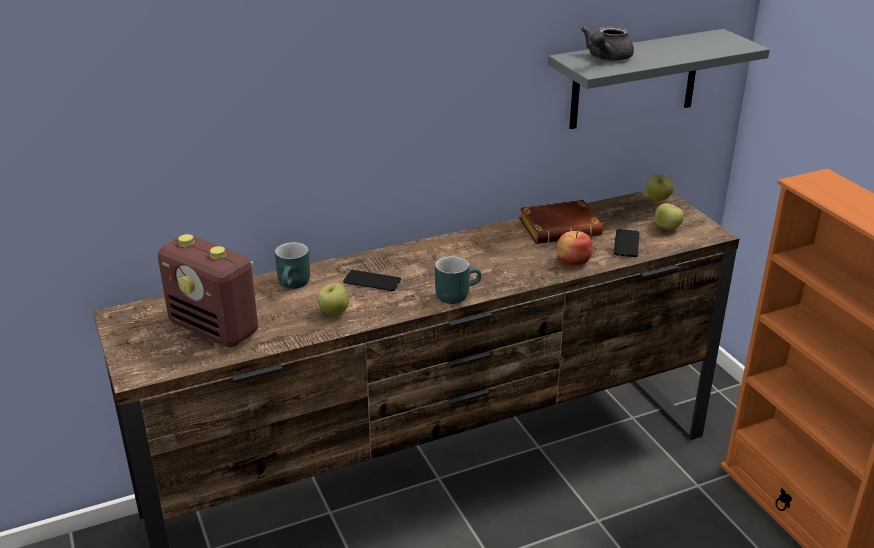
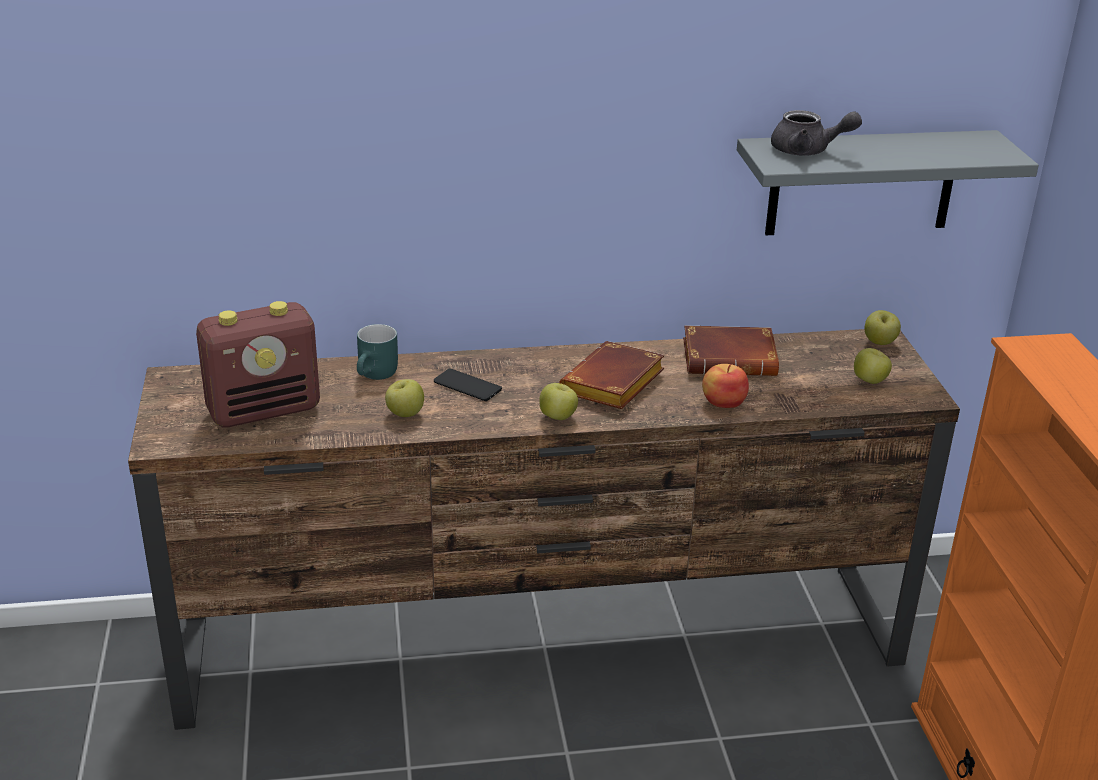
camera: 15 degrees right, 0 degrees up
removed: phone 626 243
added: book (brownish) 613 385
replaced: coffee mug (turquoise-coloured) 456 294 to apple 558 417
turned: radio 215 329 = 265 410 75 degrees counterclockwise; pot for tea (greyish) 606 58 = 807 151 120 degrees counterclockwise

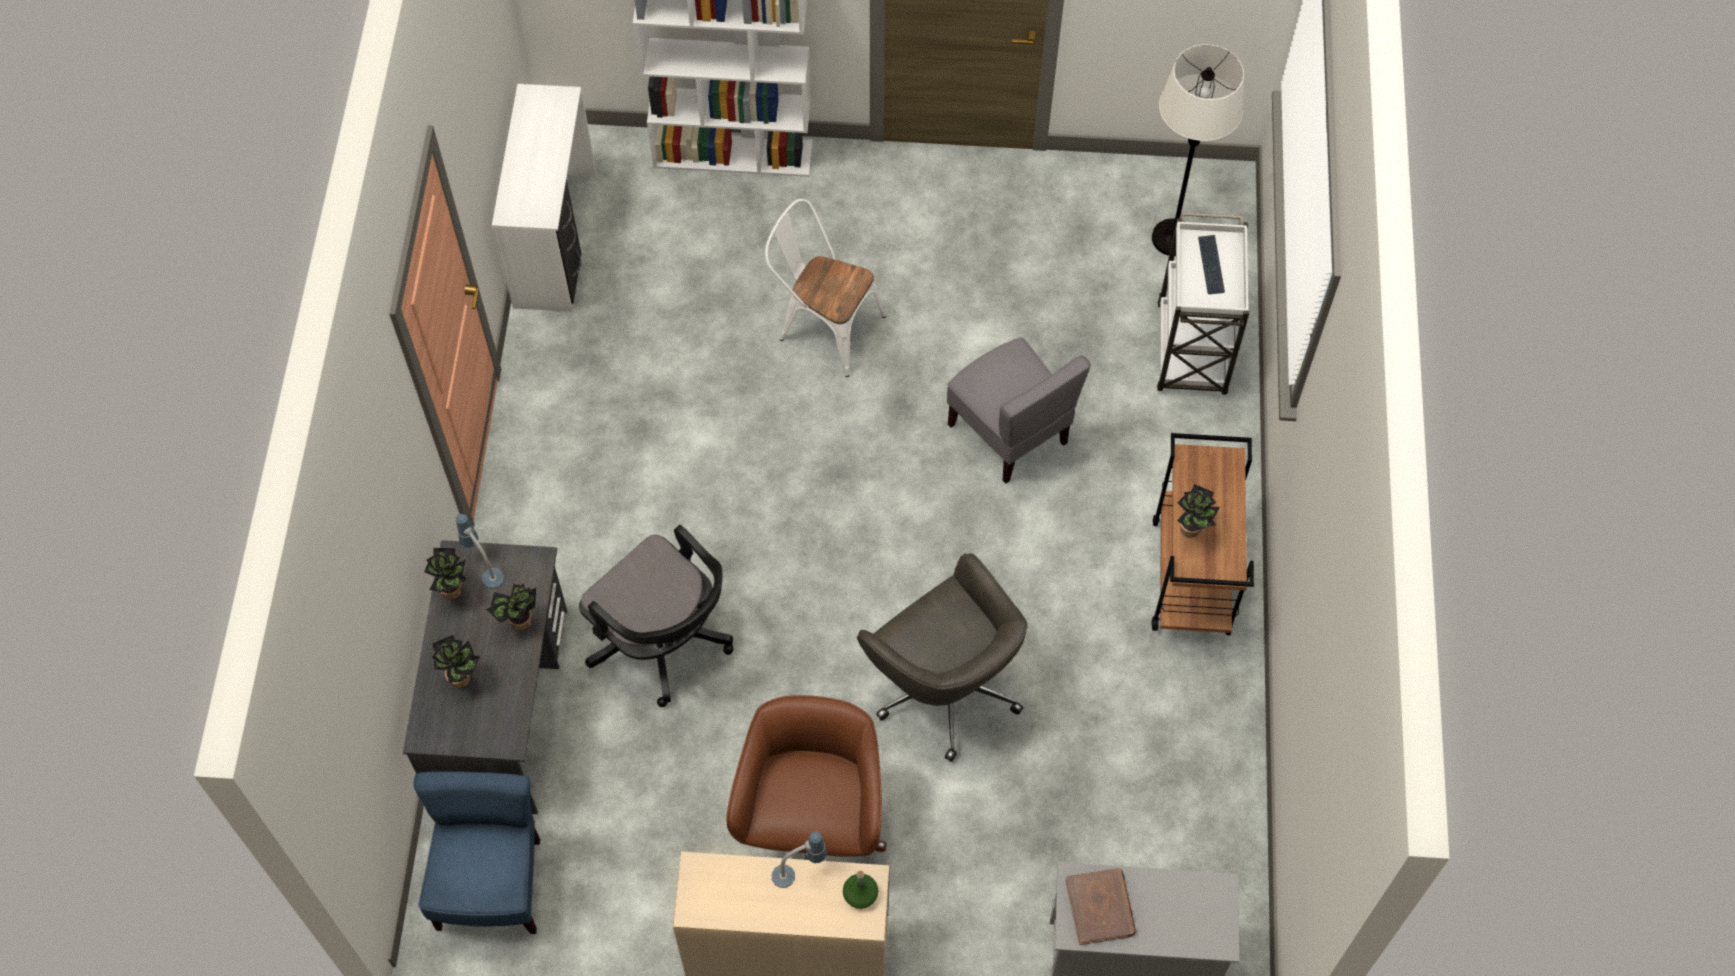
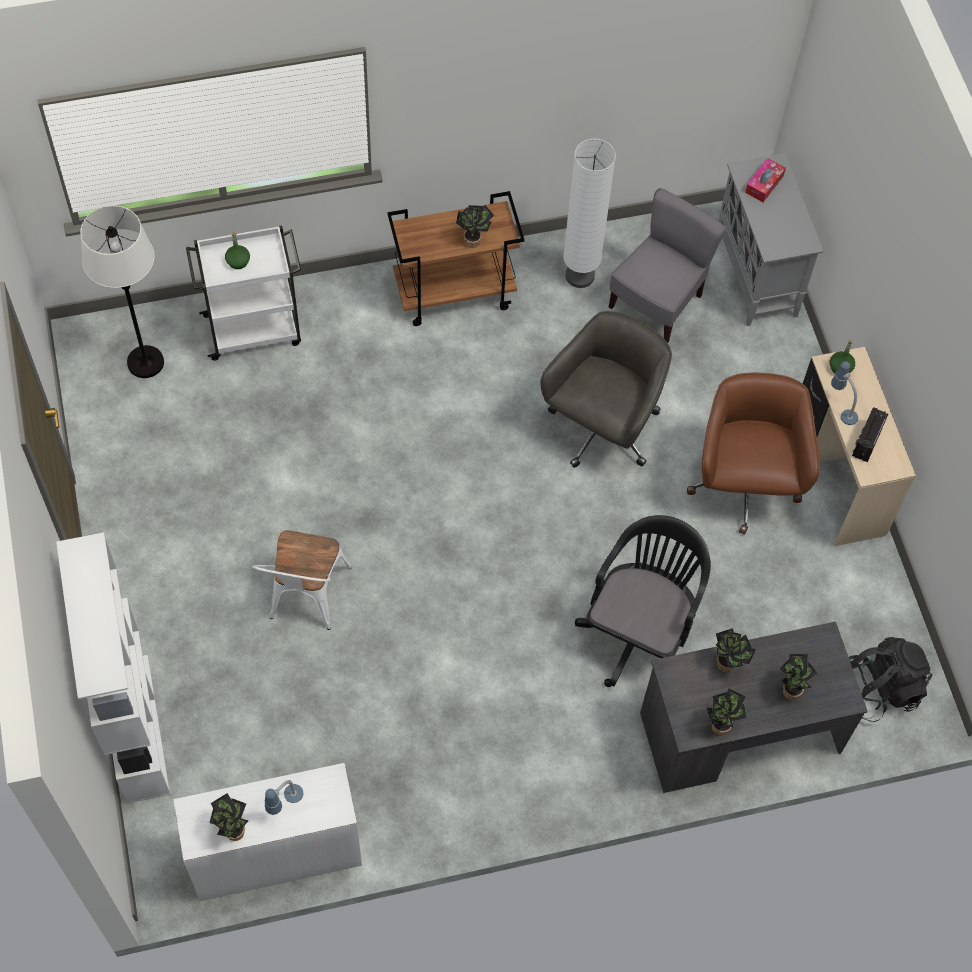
camera: 110 degrees left, 0 degrees up
removed: book (brownish) 1100 907
added: potted plant 233 830; floor lamp (white) 579 276; tissue holder 764 184; radio 866 442
moved: tabletop lamp 484 567 to 285 804; chair (greyish) 1009 433 to 657 303
replaced: computer keyboard 1211 265 to beverage bottle (greenish) 238 261; chair (blue) 492 884 to backpack (black) 879 688
turned: desk chair (brownish) 812 826 = 743 486 105 degrees clockwise

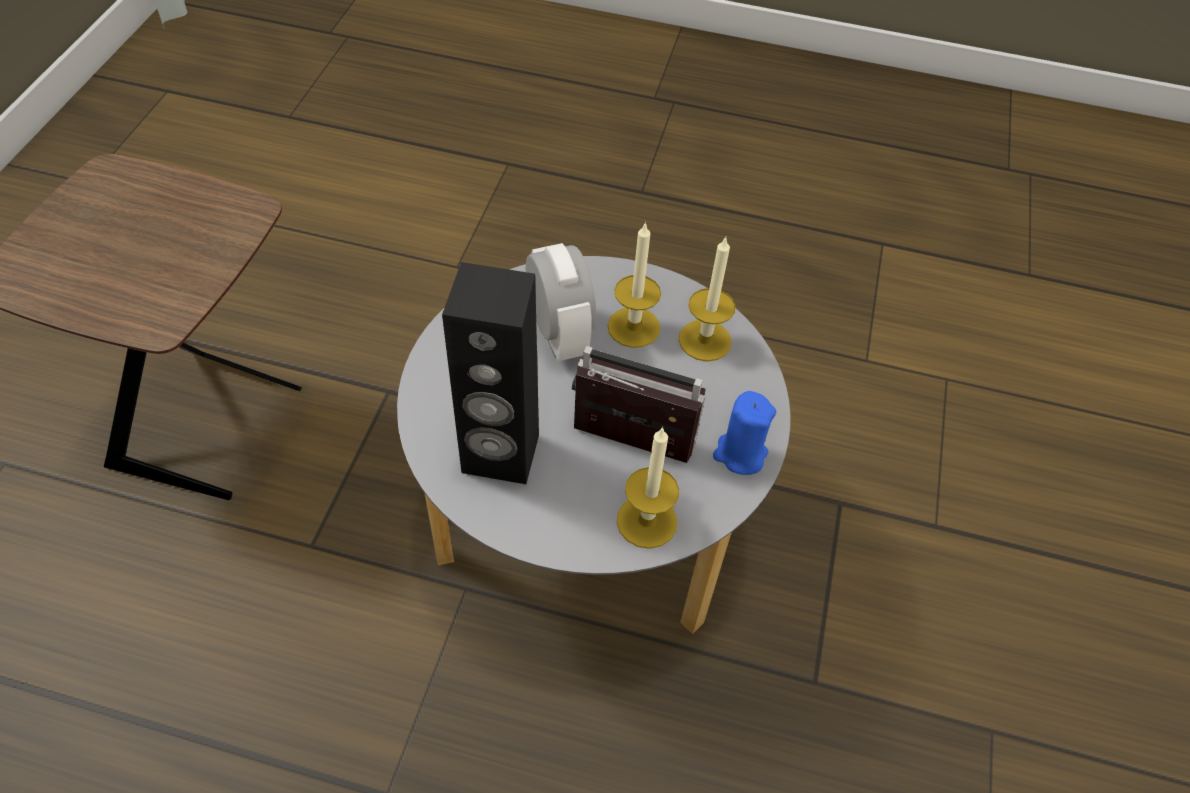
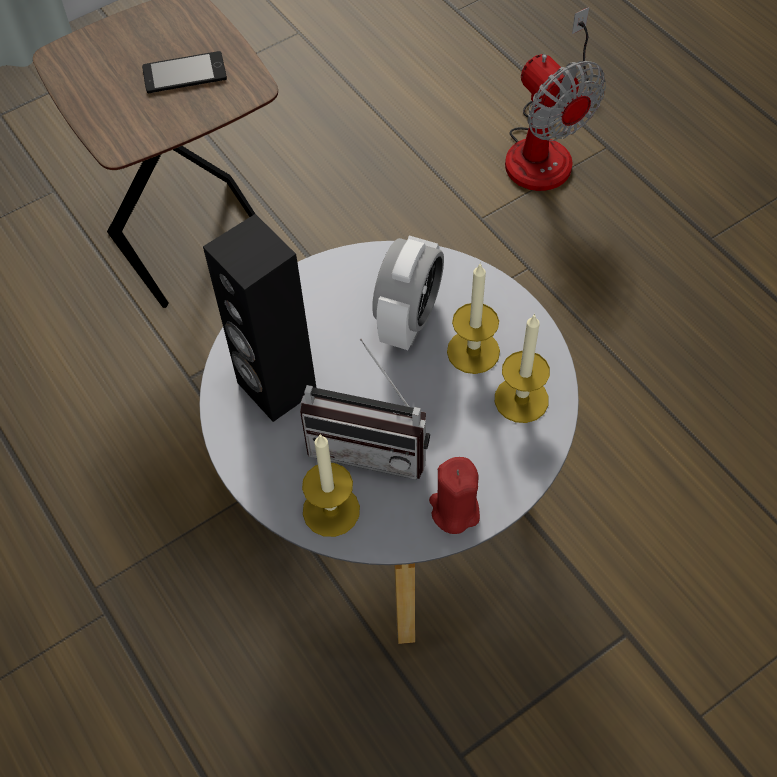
camera: 45 degrees right, 5 degrees up
added: phone 184 73; cooling fan 545 147
recoloured: wax light (blue) 740 454 to wax light (red-coloured) 454 510
turned: radio 627 448 = 371 445 135 degrees clockwise

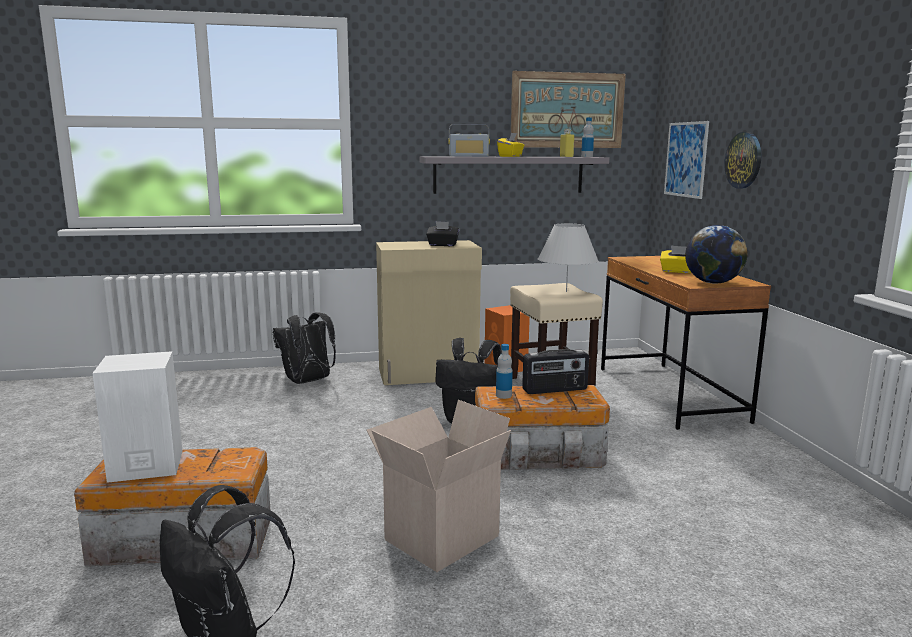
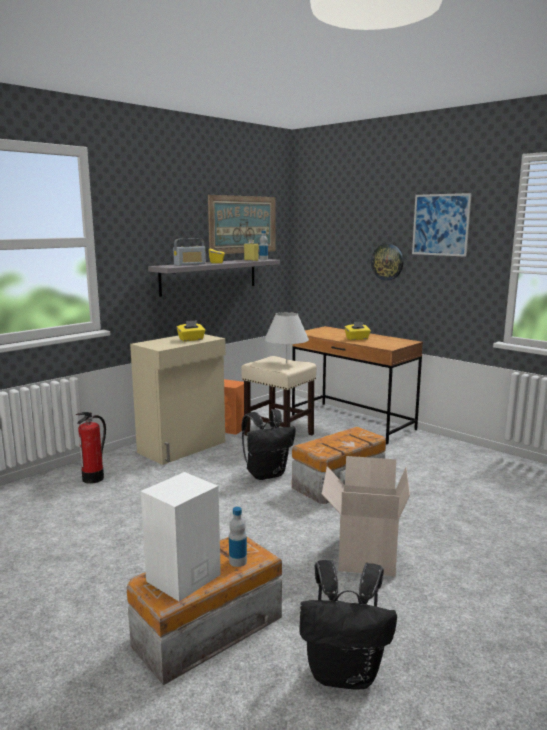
camera: 35 degrees left, 0 degrees up
removed: radio 555 390; world globe 713 282
moved: beverage bottle 503 395 to 238 561; wall picture 686 159 to 440 225
replaced: backpack (black) 307 381 to extinguisher 93 478
recoloured: tissue holder (black) 442 245 to tissue holder (yellow) 191 339

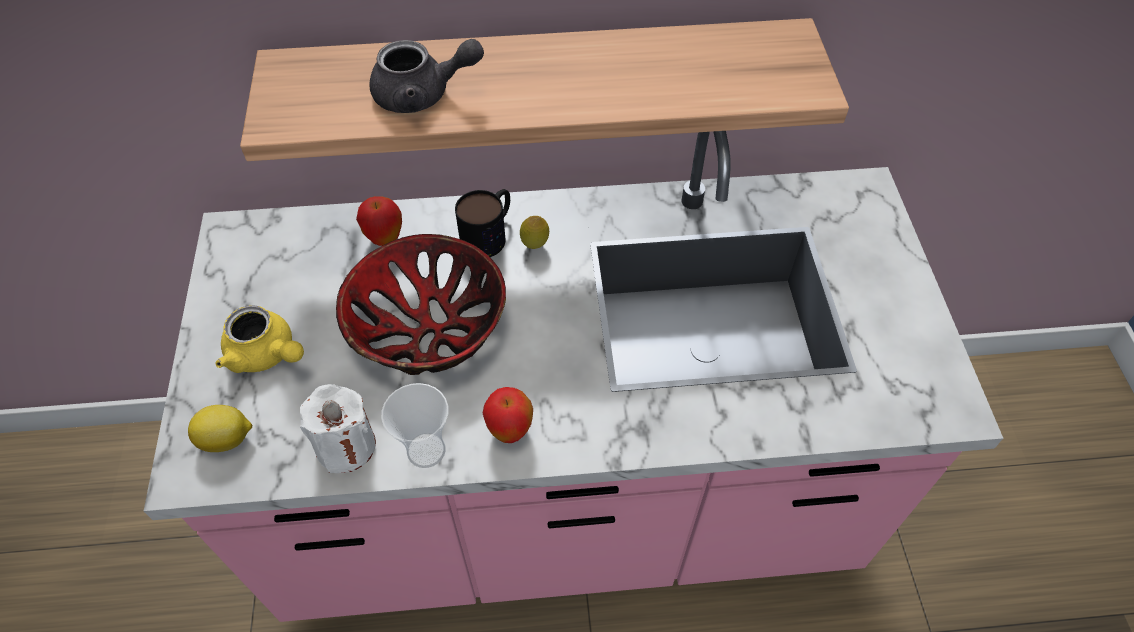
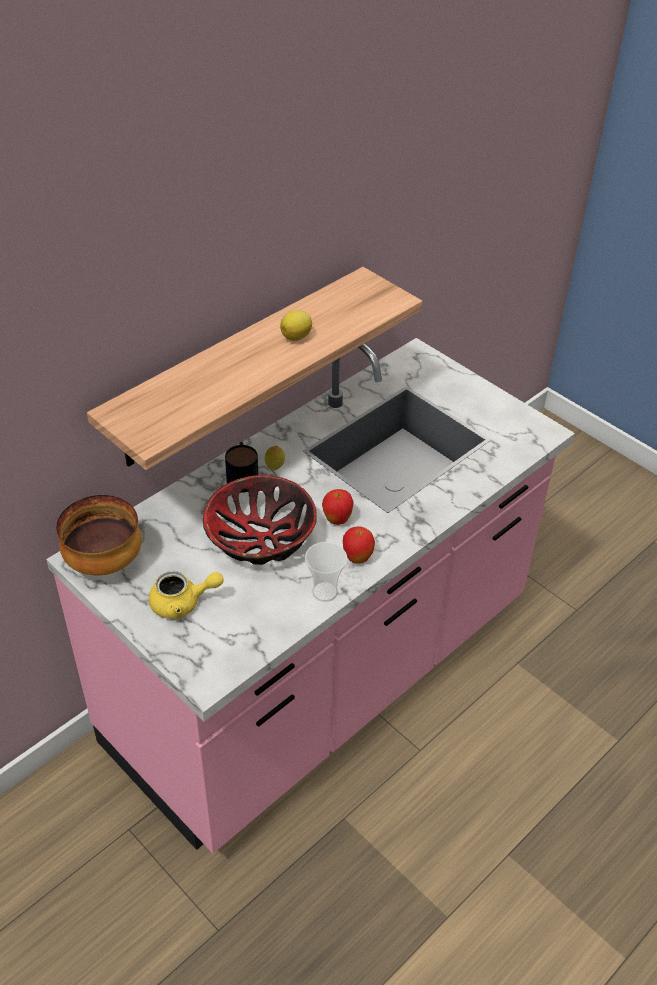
camera: 40 degrees left, 10 degrees down
removed: wax light (white) 346 446; pot for tea (greyish) 423 95
added: bowl 105 563
moved: citrus fruit 227 439 to 297 337; apple 384 239 to 337 520

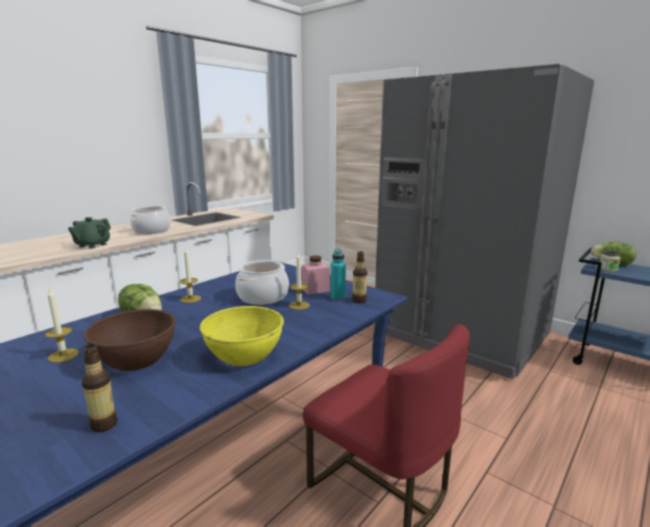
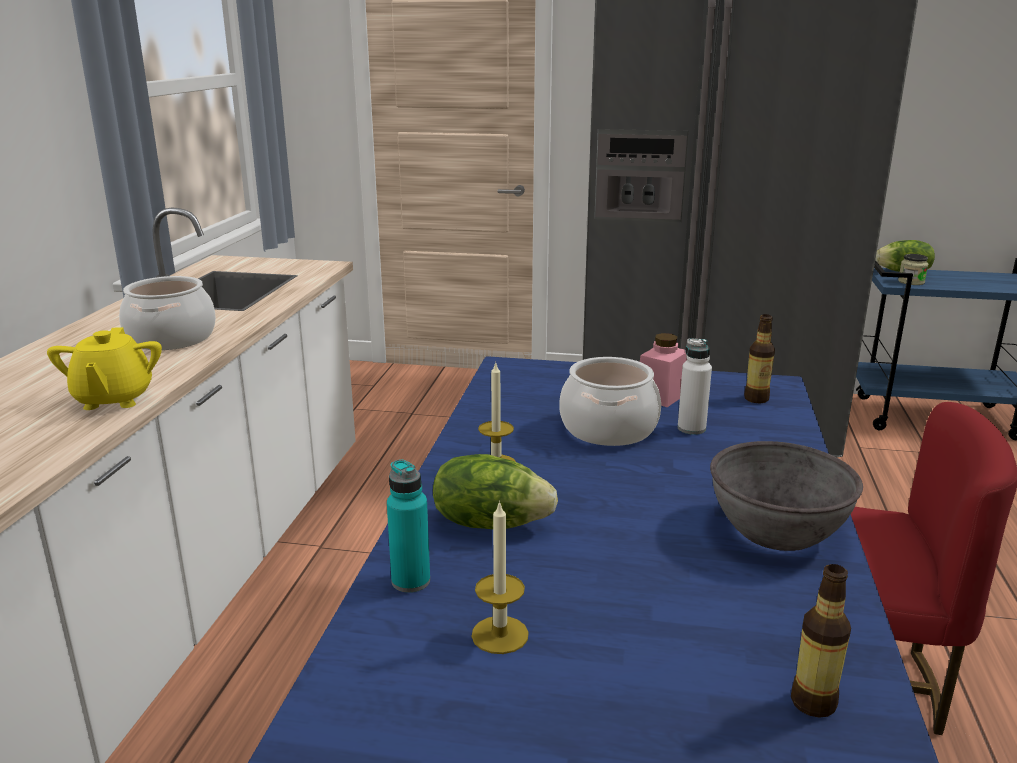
camera: 30 degrees left, 5 degrees up
removed: bowl (brownish) 136 359
moved: beverage bottle (turquoise-coloured) 337 298 to 411 581
replaced: wax light 299 305 to beverage bottle (white) 691 428
recoloured: pot for tea (greenish) 92 245 to pot for tea (yellow) 113 399; bowl (yellow) 244 355 to bowl (greyish) 777 530

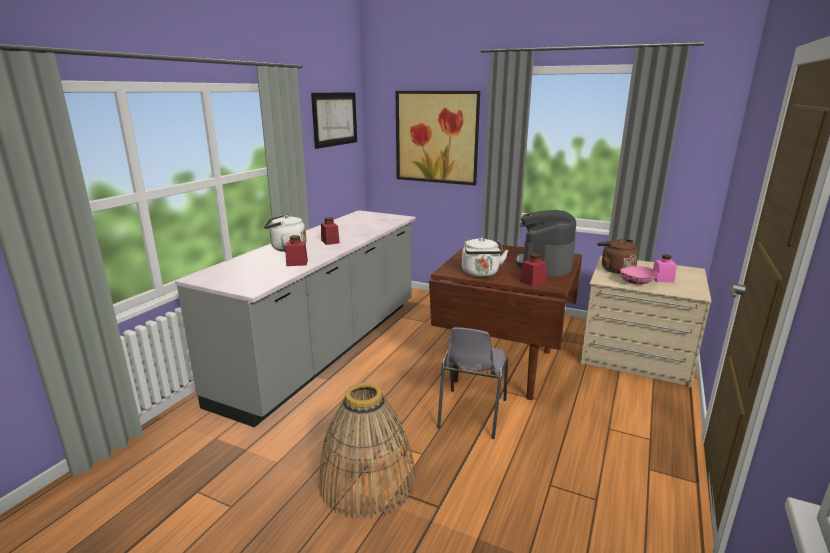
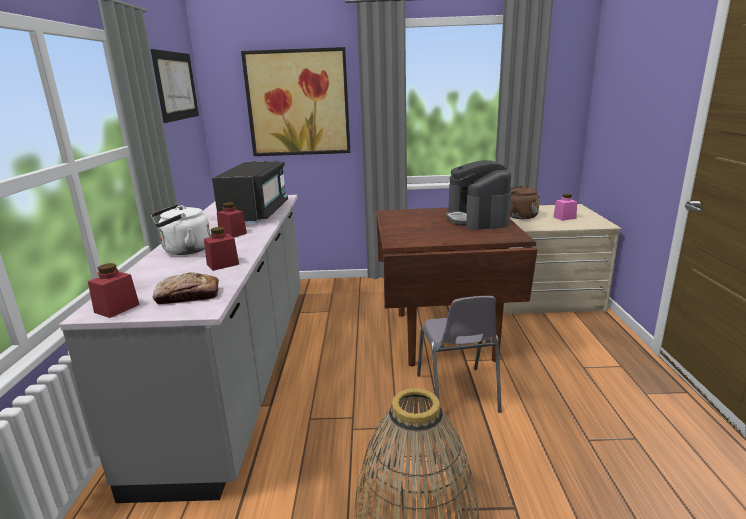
camera: 25 degrees left, 0 degrees up
removed: kettle (white) 481 273; bowl (pink-coloured) 636 283
added: baked bread 188 296; kitchen microwave (black) 256 213
moved: storage jar (red-coloured) 532 282 to 117 308

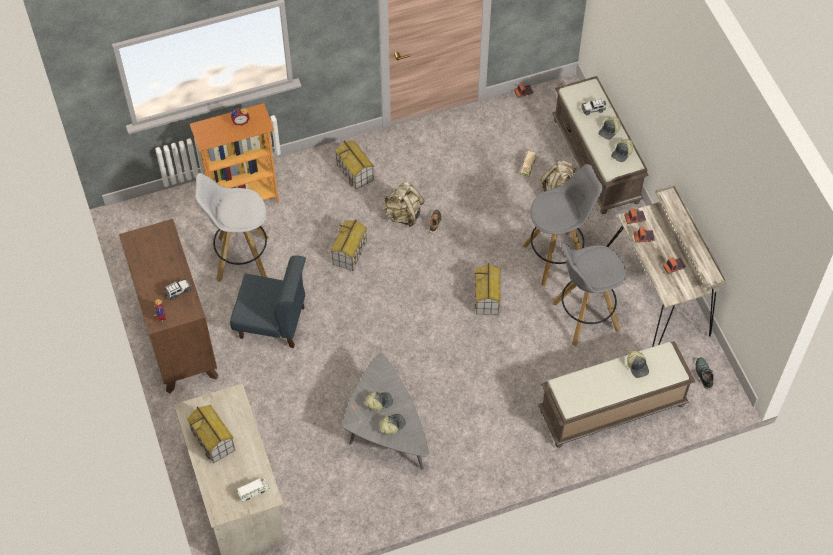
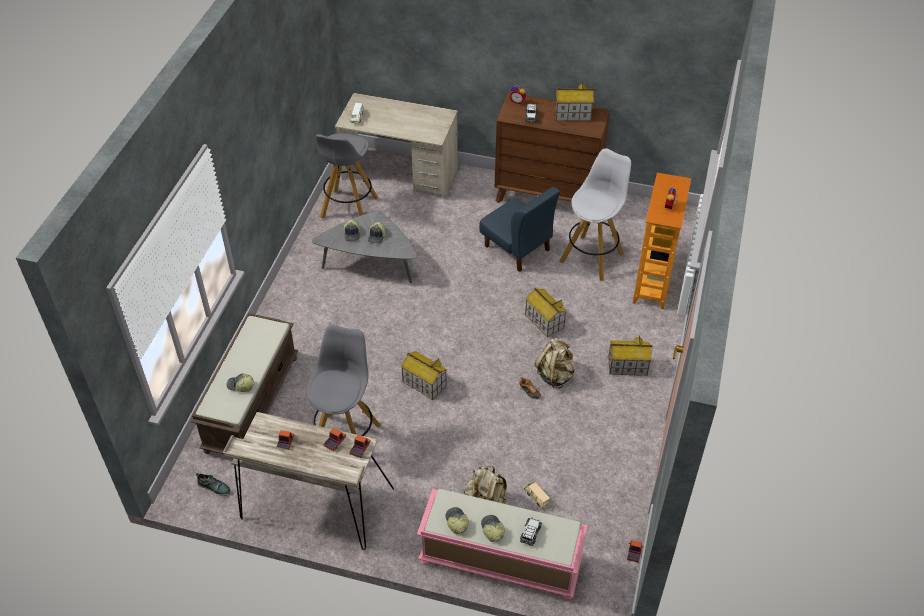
camera: 125 degrees right, 10 degrees down
moved: sitting stool (greyish) 556 257 to 349 208; miniature house 213 441 to 572 114
recoloured: bench (brownish) 597 161 to bench (pink-coloured) 499 561
turned: chair (blue) 273 322 = 517 248 90 degrees counterclockwise

